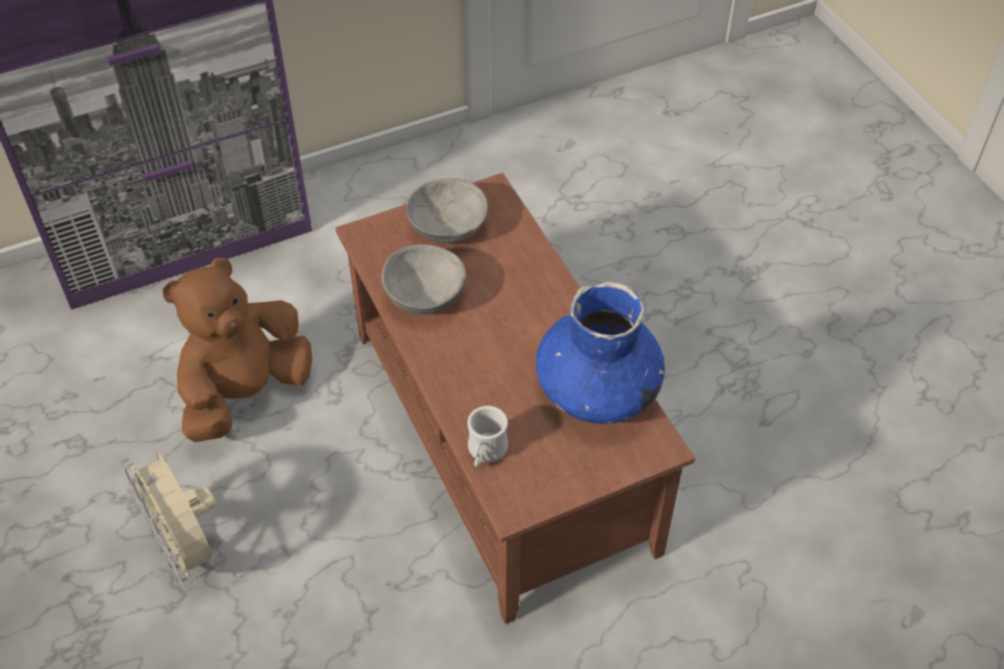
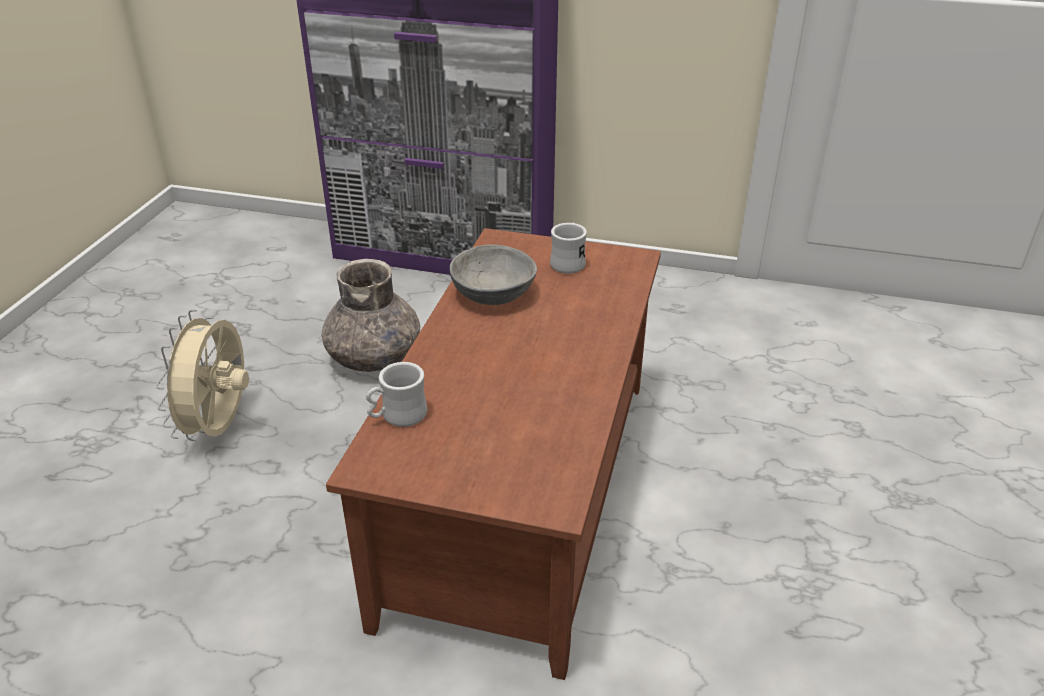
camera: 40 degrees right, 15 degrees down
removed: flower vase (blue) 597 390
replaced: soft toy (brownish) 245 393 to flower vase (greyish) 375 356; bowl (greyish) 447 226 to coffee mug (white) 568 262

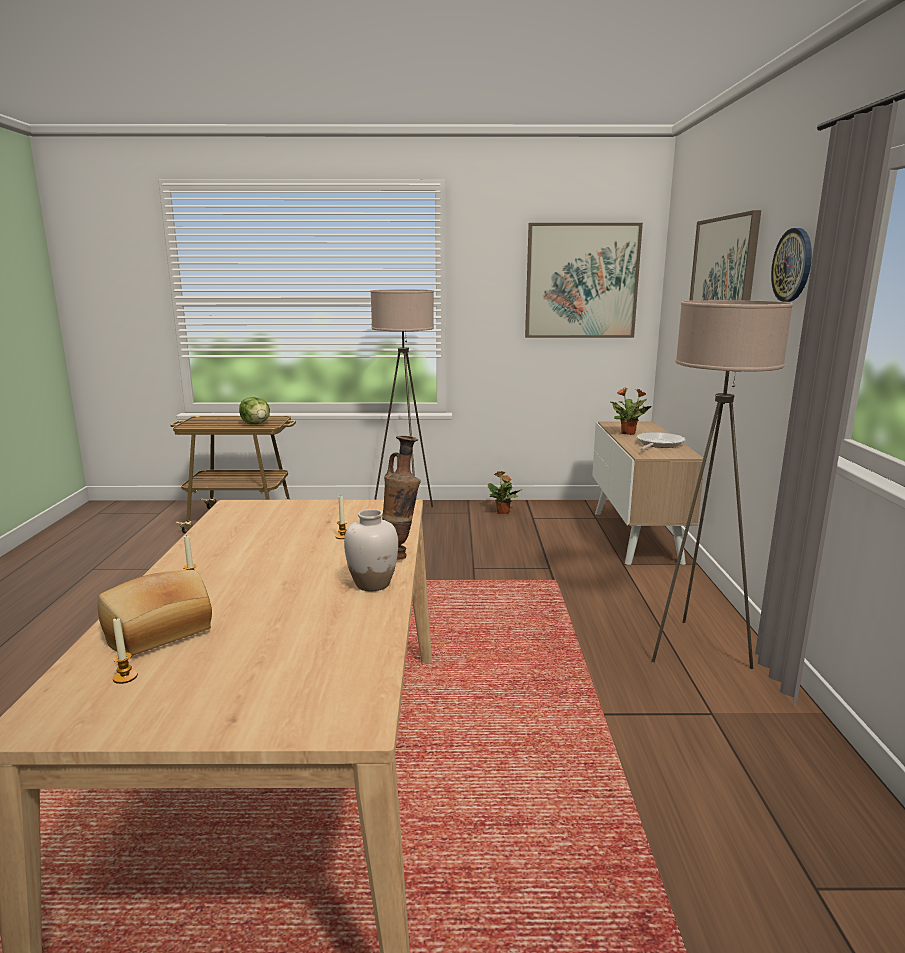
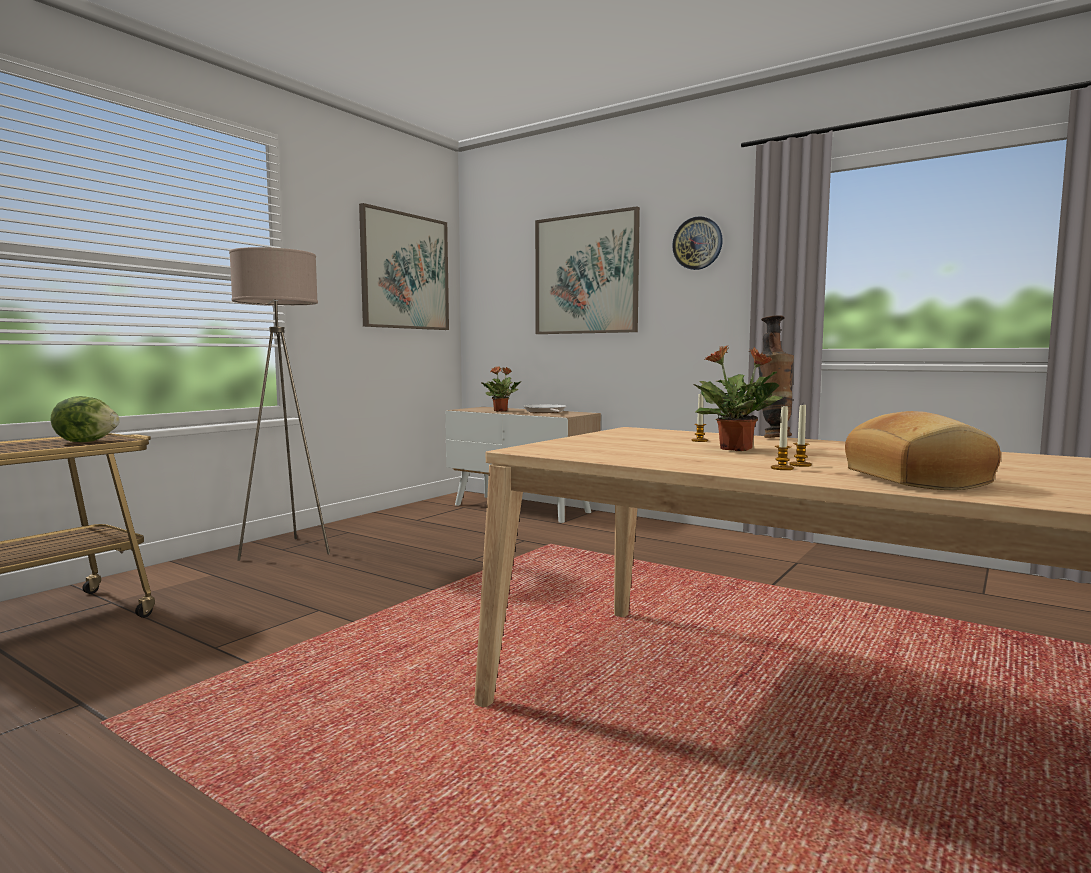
camera: 55 degrees left, 10 degrees down
removed: flower vase (white) 372 584; floor lamp (beige) 695 649
moved: potted plant 503 512 to 737 449; wax light 125 677 to 800 465

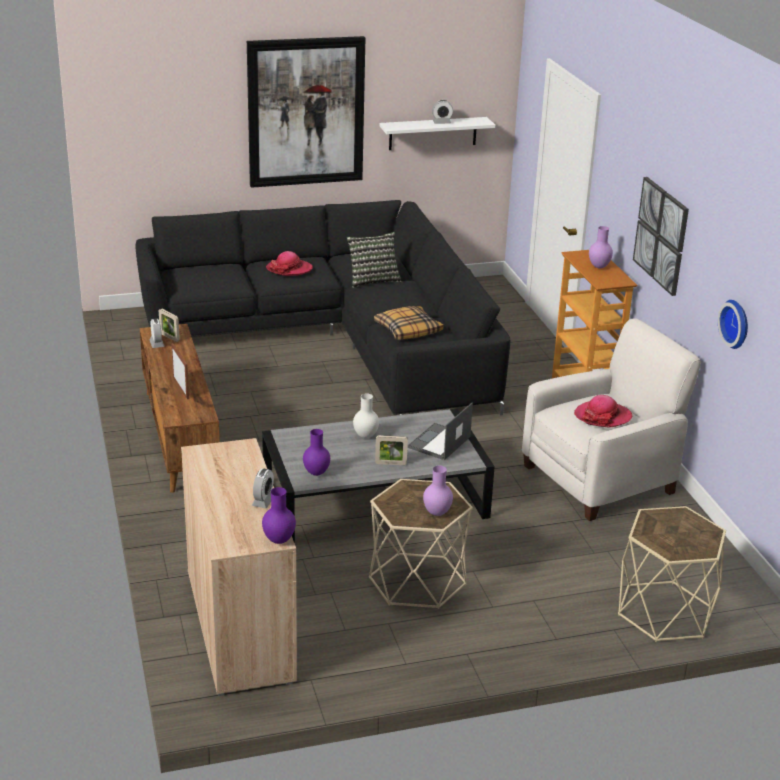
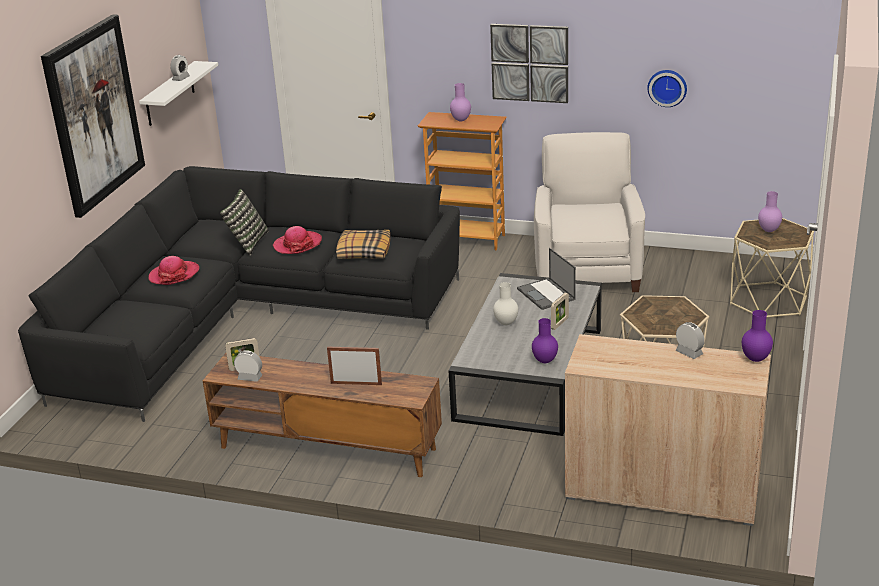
camera: 55 degrees left, 0 degrees up
moved: clothing hat 603 416 to 297 244; flower vase (purple) 436 513 to 769 231

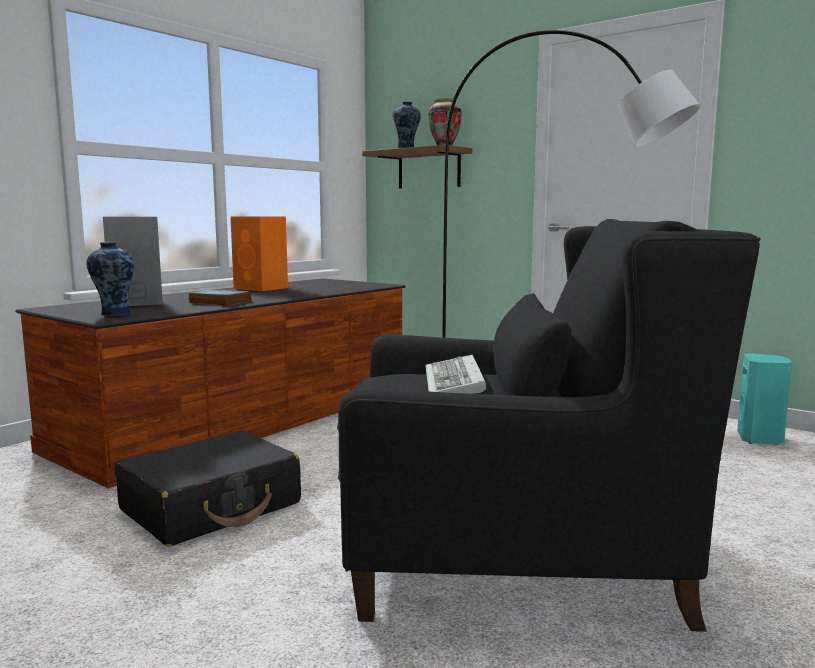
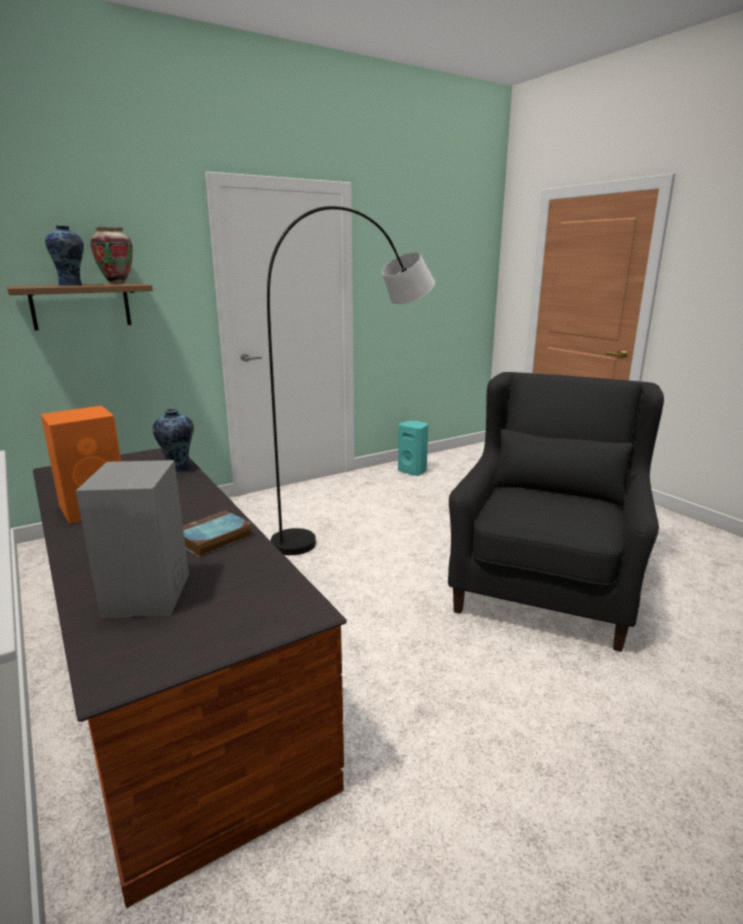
camera: 70 degrees left, 10 degrees up
removed: suitcase (black) 212 507; computer keyboard 455 382
moved: flower vase 114 314 to 178 469

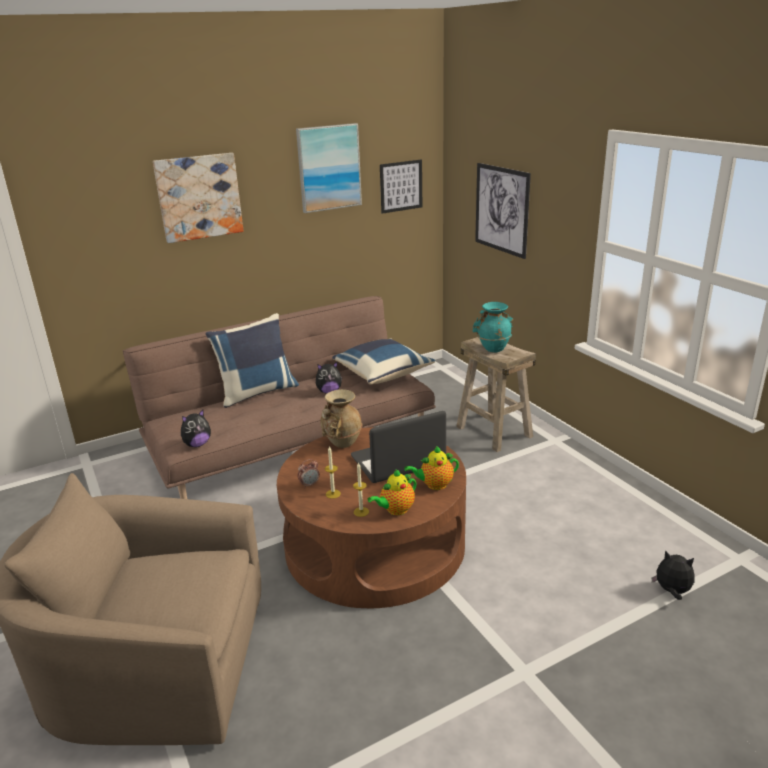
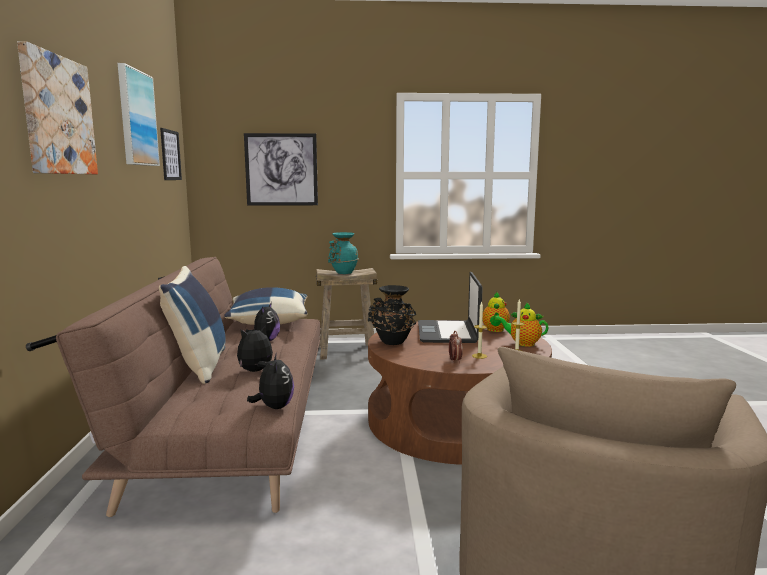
camera: 65 degrees left, 15 degrees down
moved: soft toy 672 591 to 256 371
recoloured: flower vase (beige) 341 443 to flower vase (black) 392 342
turned: pot for tea 395 510 = 522 343 120 degrees clockwise

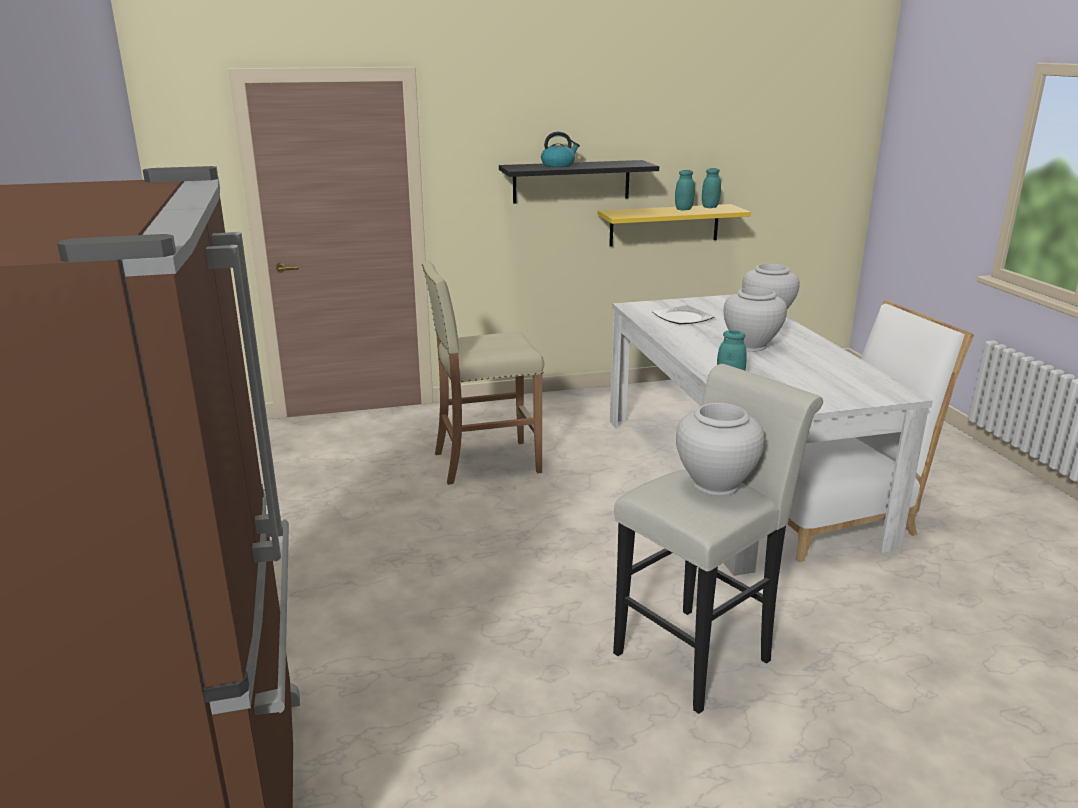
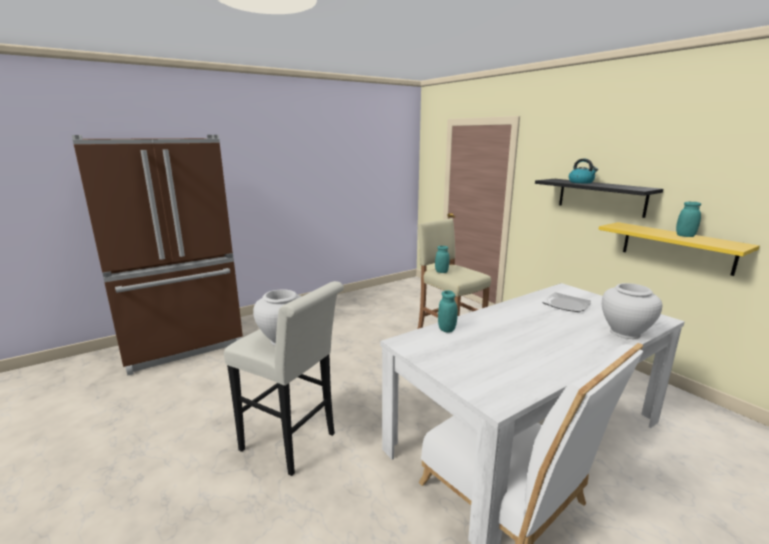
camera: 70 degrees right, 5 degrees down
removed: flower vase (white) 751 346
moved: storage jar (turquoise-coloured) 710 207 to 441 272

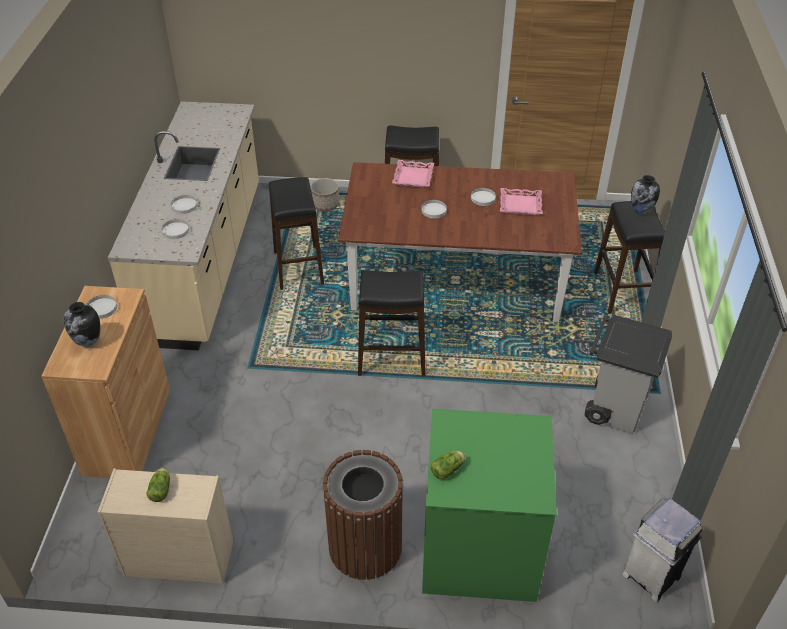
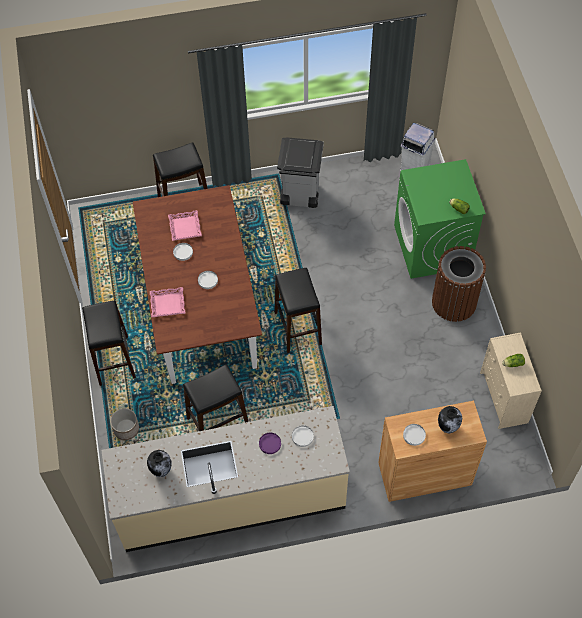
camera: 105 degrees left, 15 degrees up
moved: flower vase 641 211 to 161 470
recoloured: flat dish (white) 184 206 to flat dish (purple) 270 444

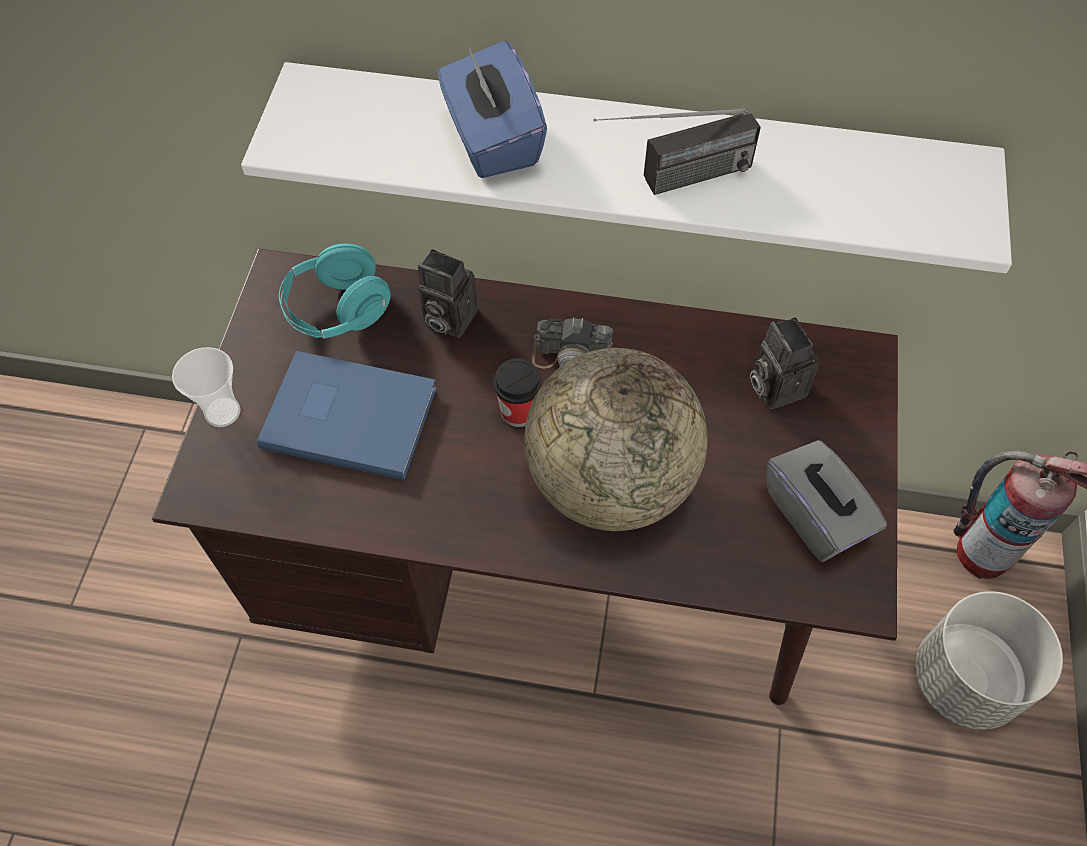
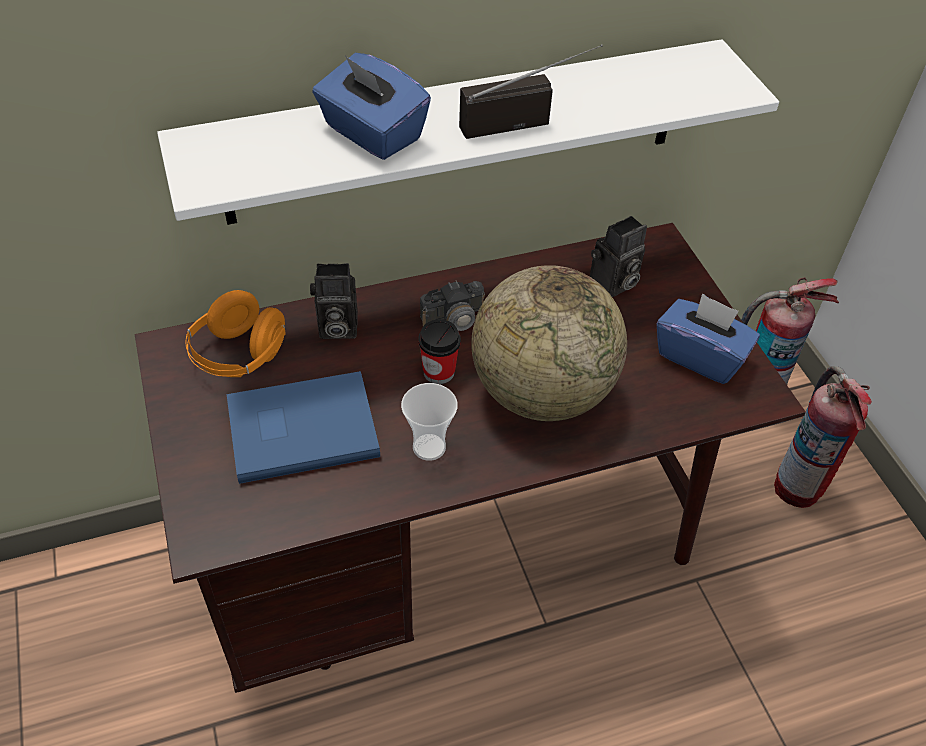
camera: 30 degrees left, 10 degrees down
moved: drinking cup 222 412 to 429 447
replaced: flower pot (greyish) 965 681 to extinguisher 798 487
recoloured: headphones (turquoise-coloured) 338 311 to headphones (orange) 239 355; tissue holder (greyish) 816 515 to tissue holder (blue) 700 356
turned: radio 672 182 = 525 120 150 degrees counterclockwise; still camera 773 385 = 613 284 75 degrees counterclockwise

